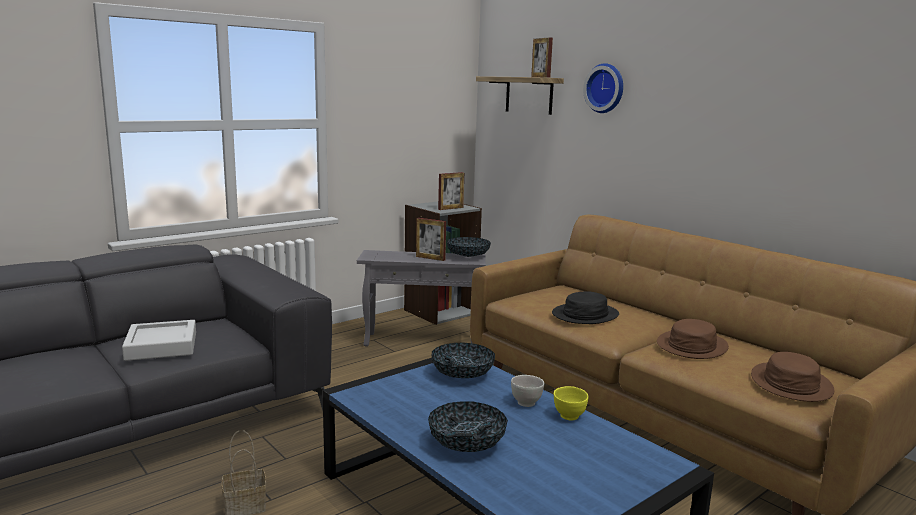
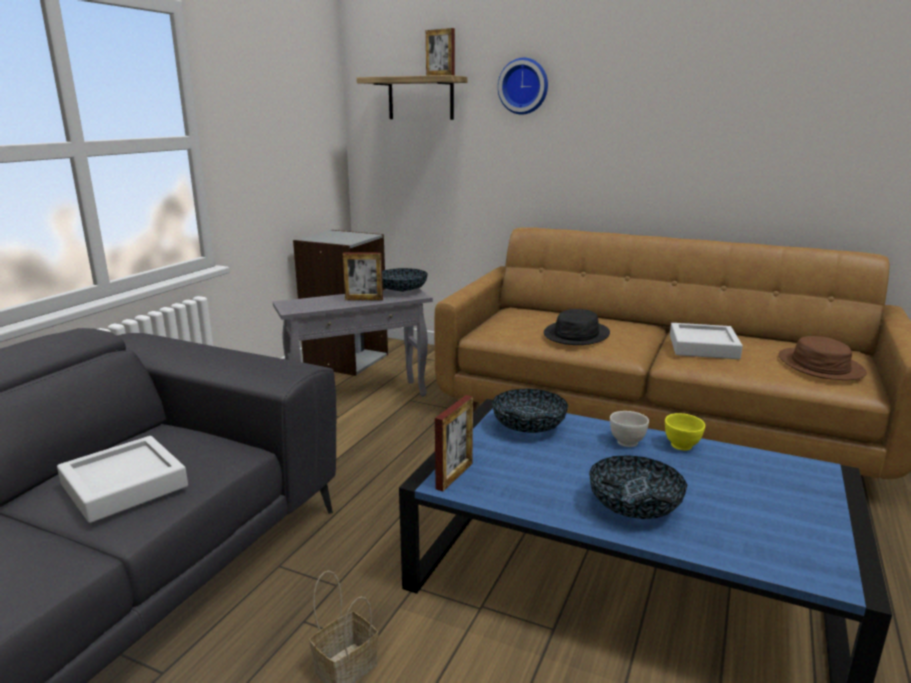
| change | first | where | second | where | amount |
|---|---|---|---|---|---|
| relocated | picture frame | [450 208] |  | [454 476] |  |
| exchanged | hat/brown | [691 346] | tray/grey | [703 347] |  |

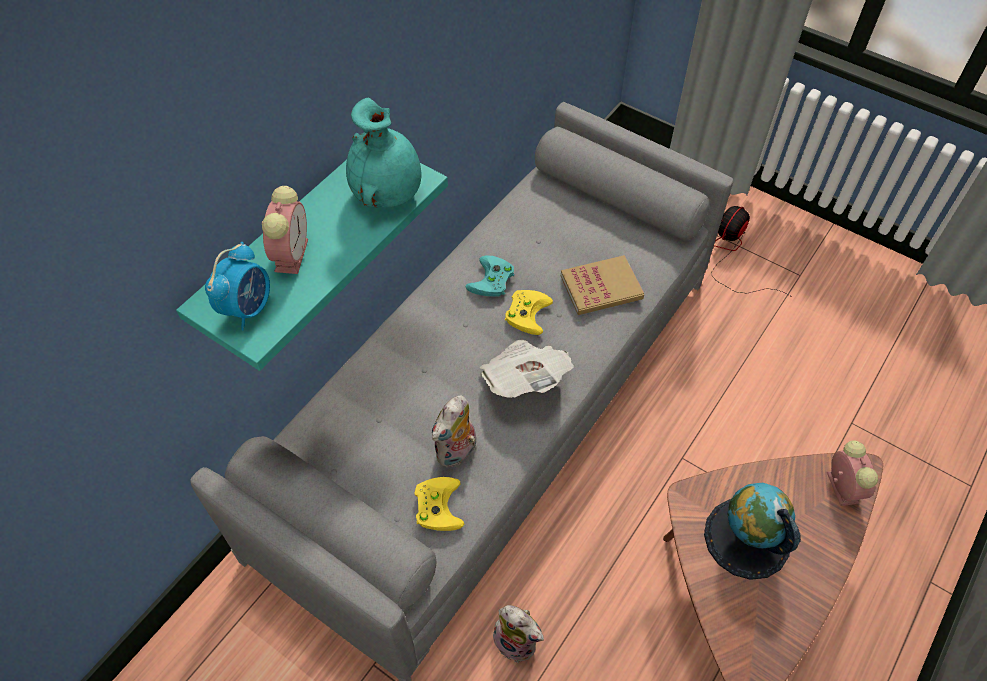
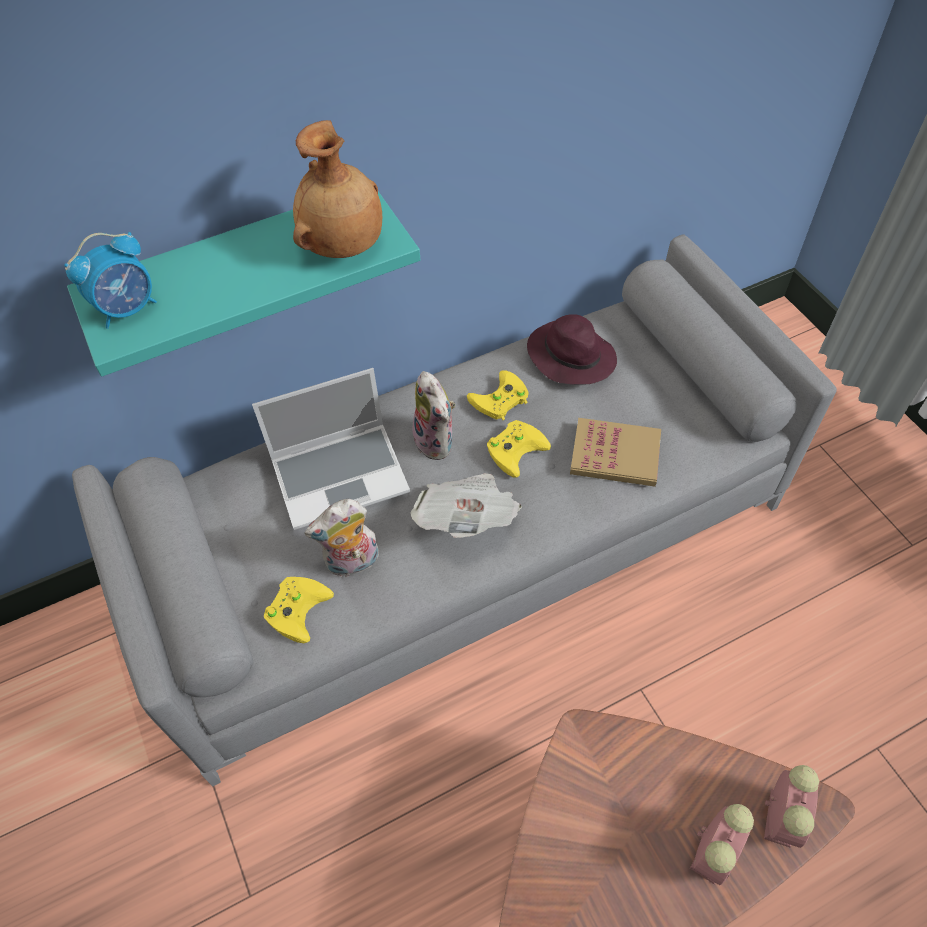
| change | first | where | second | where | amount |
|---|---|---|---|---|---|
| colour | vase/turquoise | [388 195] | vase/brown | [344 246] |  |
| relocated | alarm clock | [291 253] |  | [713 850] |  |
| missing | fan | [732 255] |  |  |  |
| colour | game controller/turquoise | [492 281] | game controller/yellow | [499 400] |  |
| missing | globe | [746 538] |  |  |  |
| relocated | plush toy | [517 641] |  | [437 442] |  |
| appeared |  |  | hat/purple | [570 356] |  |
| appeared |  |  | laptop | [341 475] |  |

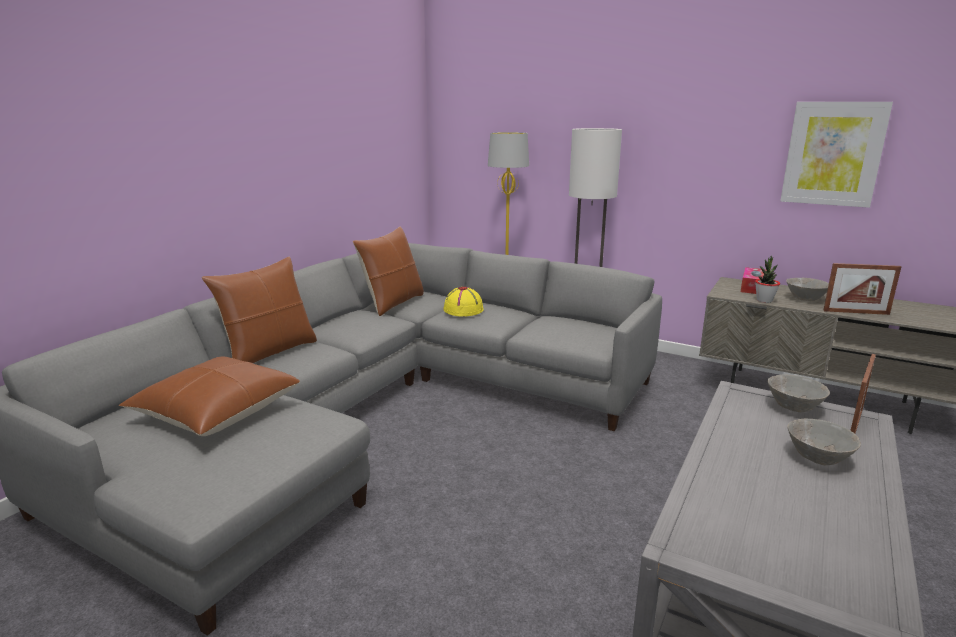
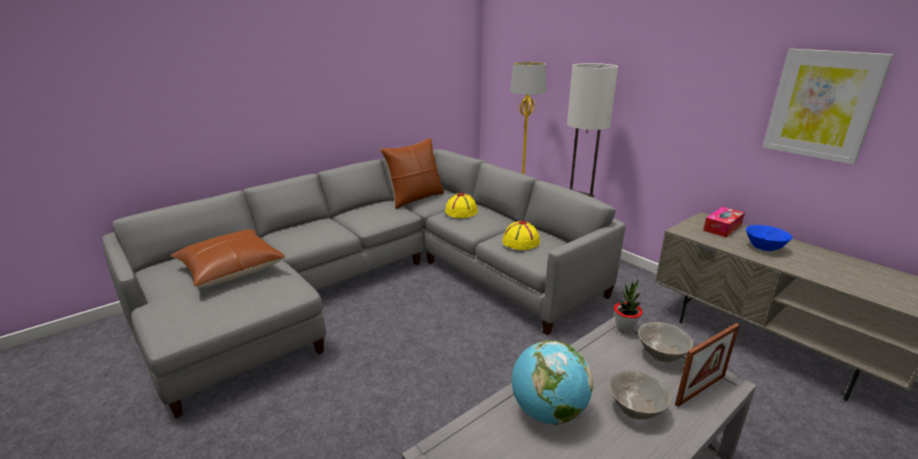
| change | first | where | second | where | amount |
|---|---|---|---|---|---|
| relocated | potted plant | [764 300] |  | [624 328] |  |
| missing | pillow/brown | [269 352] |  |  |  |
| missing | picture frame | [856 312] |  |  |  |
| colour | bowl/grey | [805 299] | bowl/blue | [763 248] |  |
| appeared |  |  | hat/yellow | [520 242] |  |
| appeared |  |  | globe | [548 412] |  |

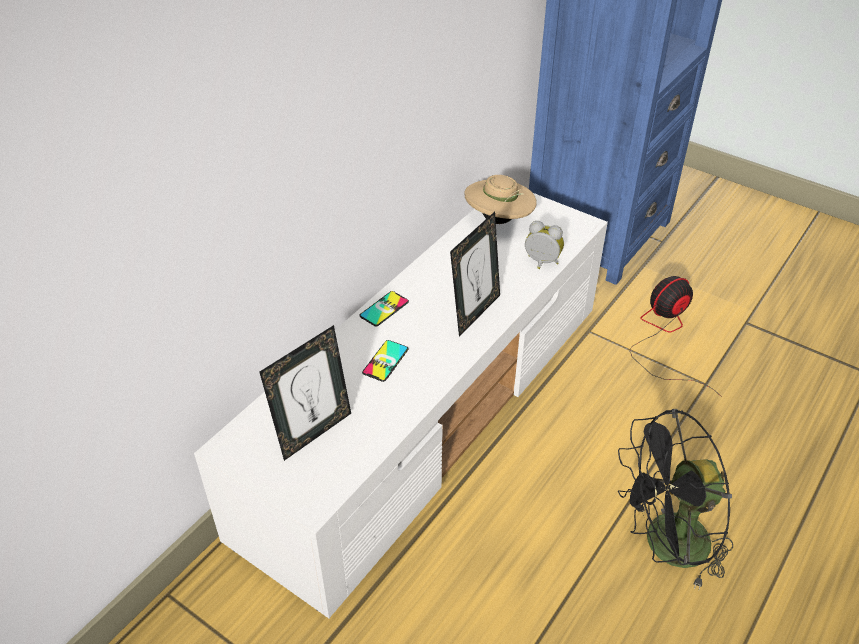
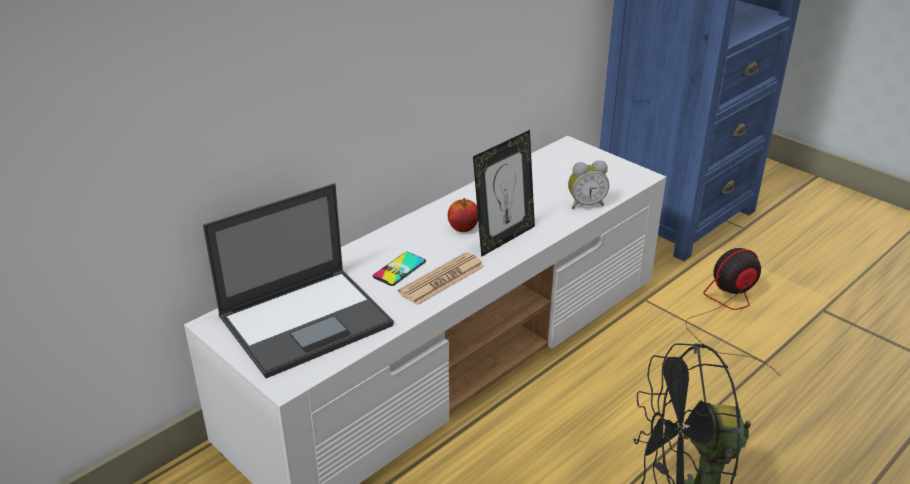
| change | first | where | second | where | amount |
|---|---|---|---|---|---|
| missing | hat/beige | [499 220] |  |  |  |
| spun | alarm clock | [541 263] |  | [585 204] | 135 degrees clockwise |
| missing | phone | [384 309] |  |  |  |
| exchanged | picture frame | [314 432] | laptop | [307 320] |  |
| appeared |  |  | apple | [463 228] |  |
| appeared |  |  | newspaper | [442 279] |  |

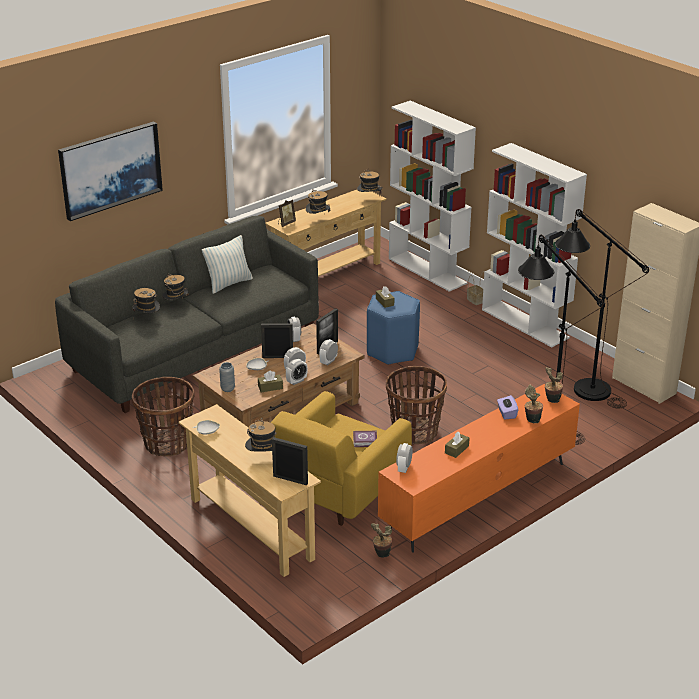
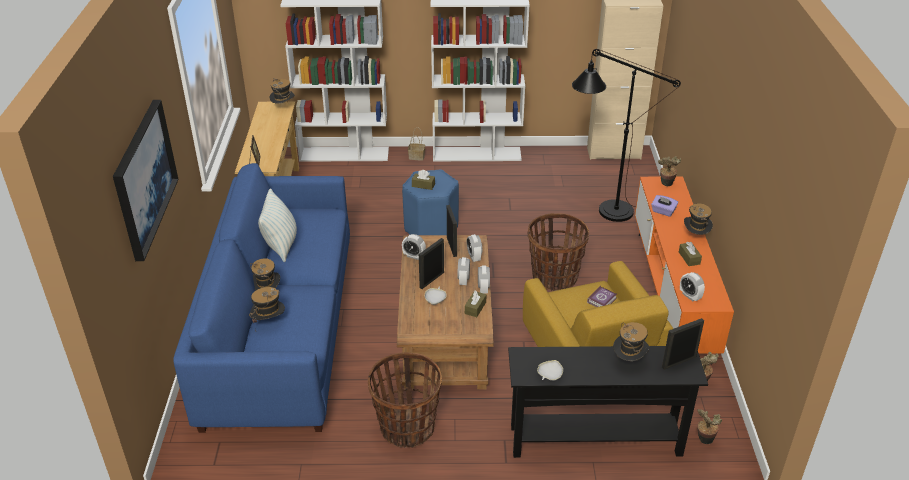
| change | first | where | second | where | amount |
|---|---|---|---|---|---|
| relocated | hat | [318 220] |  | [695 237] |  |
| missing | floor lamp/black | [583 386] |  |  |  |
| colour | sofa/grey | [195 350] | sofa/blue | [280 332] |  |
| missing | vase/grey | [227 389] |  |  |  |
| relocated | potted plant | [531 420] |  | [704 440] |  |
| colour | console table/beige | [250 529] | console table/black | [595 441] |  |

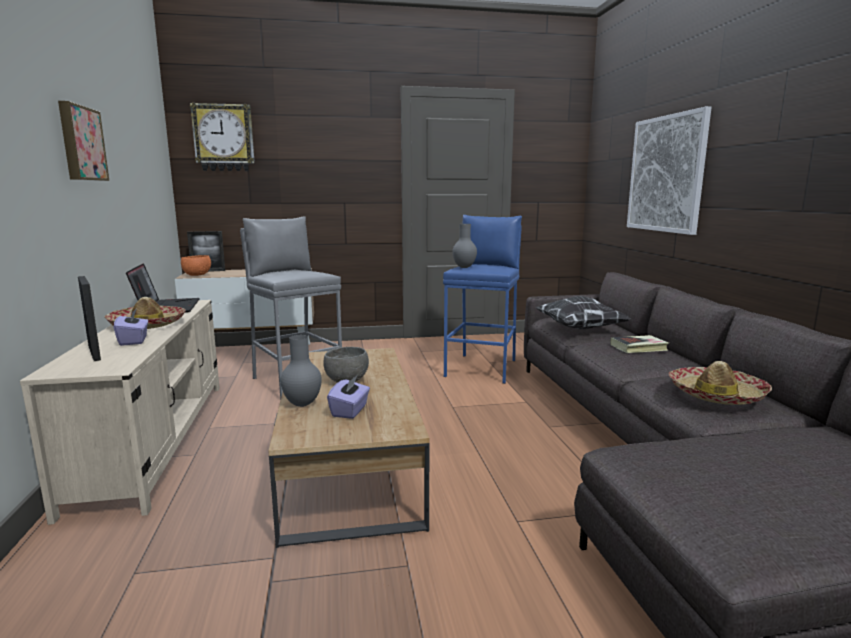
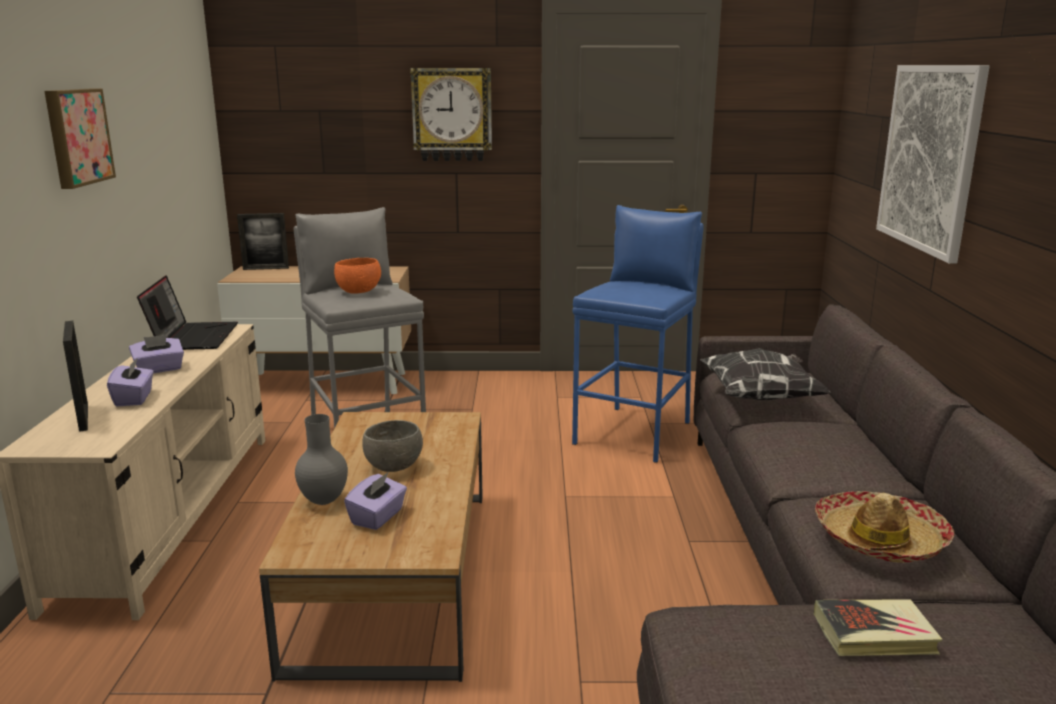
| change | first | where | second | where | amount |
|---|---|---|---|---|---|
| relocated | wall clock | [224 138] |  | [452 114] |  |
| missing | vase/grey | [465 267] |  |  |  |
| relocated | bowl/orange | [197 275] |  | [359 292] |  |
| exchanged | hat | [148 324] | tissue box/purple | [159 369] |  |
| relocated | book | [638 348] |  | [874 634] |  |

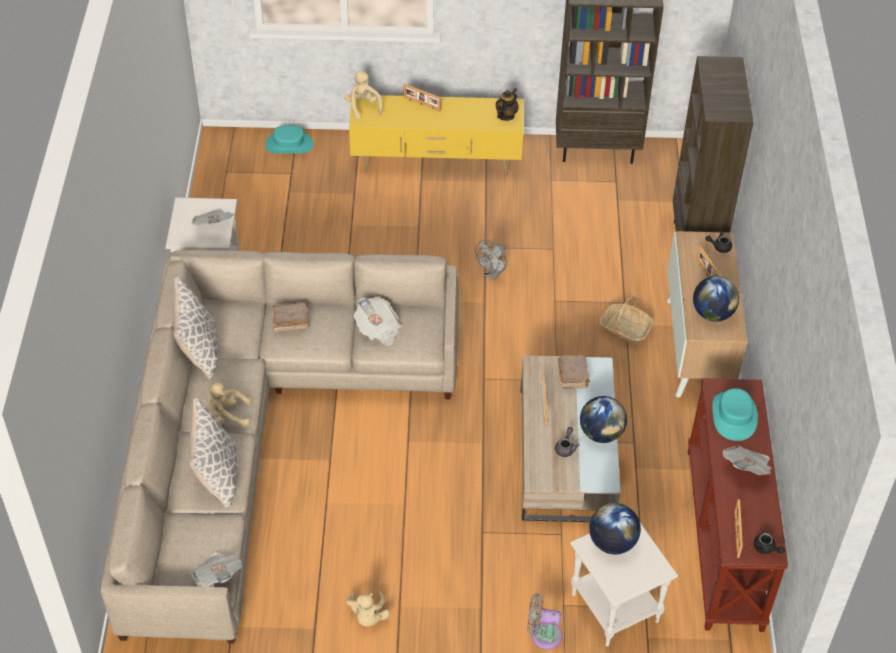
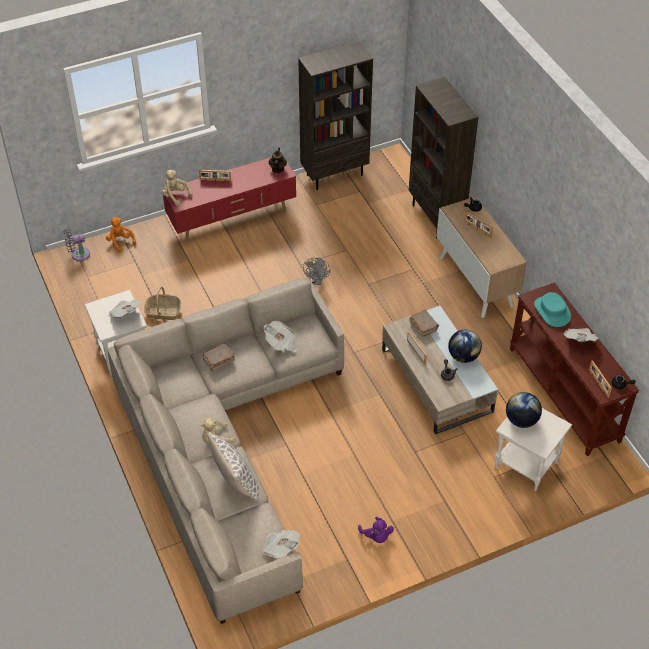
| change | first | where | second | where | amount |
|---|---|---|---|---|---|
| colour | tv stand/yellow | [437 163] | tv stand/red | [232 219] |  |
| exchanged | hat/turquoise | [289 144] | plush toy/orange | [120 242] |  |
| missing | globe | [712 313] |  |  |  |
| missing | pillow | [199 351] |  |  |  |
| relocated | basket | [625 329] |  | [163 312] |  |
| colour | plush toy/beige | [368 616] | plush toy/purple | [376 536] |  |
| relocated | fan/grey | [542 635] |  | [78 255] |  |

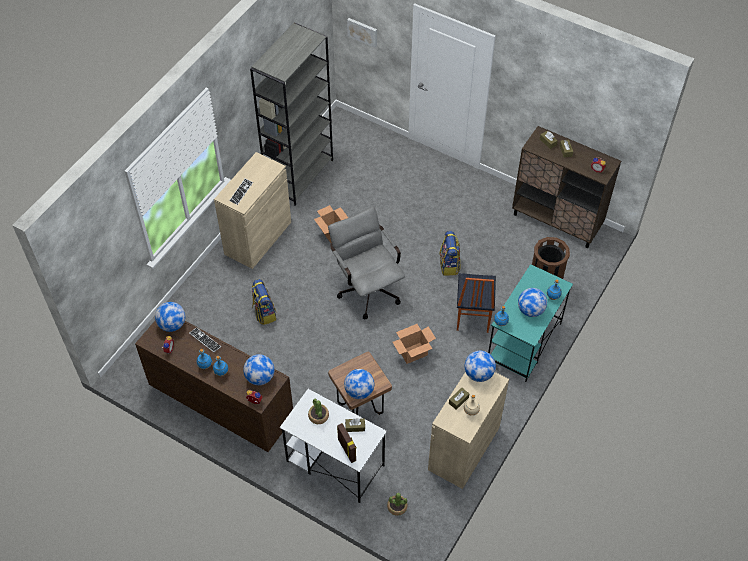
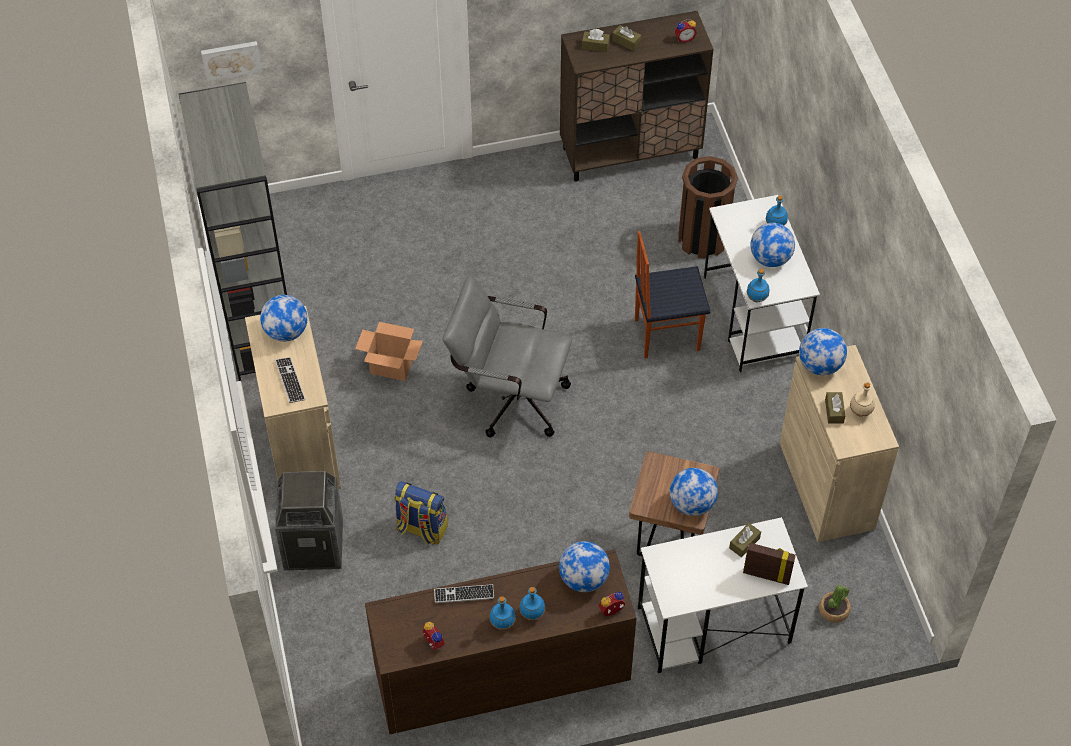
| change | first | where | second | where | amount |
|---|---|---|---|---|---|
| missing | backpack | [449 265] |  |  |  |
| colour | desk/turquoise | [524 343] | desk/white | [753 317] |  |
| spun | chair | [472 317] |  | [666 334] | 120 degrees clockwise |
| relocated | globe | [172 325] |  | [286 332] |  |
| missing | cardboard box | [413 353] |  |  |  |
| missing | potted plant | [318 416] |  |  |  |
| appeared |  |  | trash can | [314 545] |  |

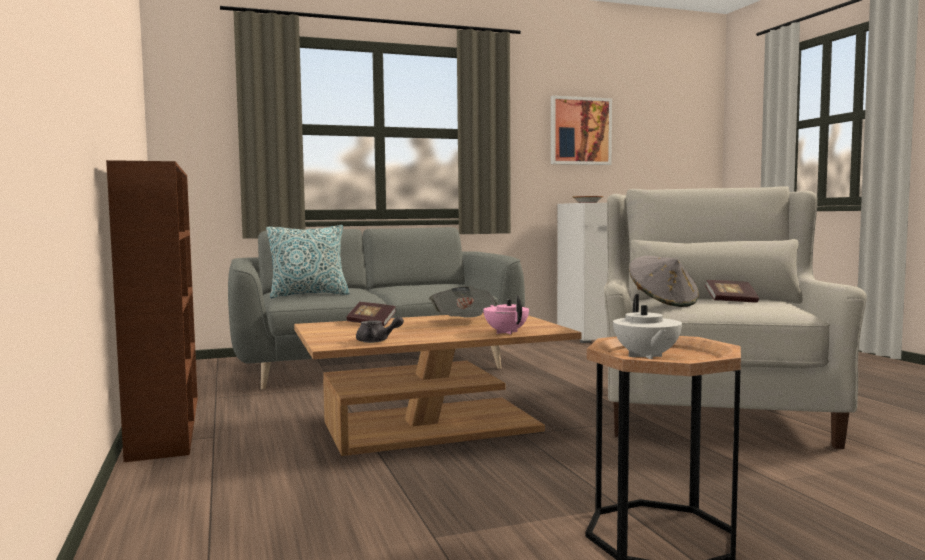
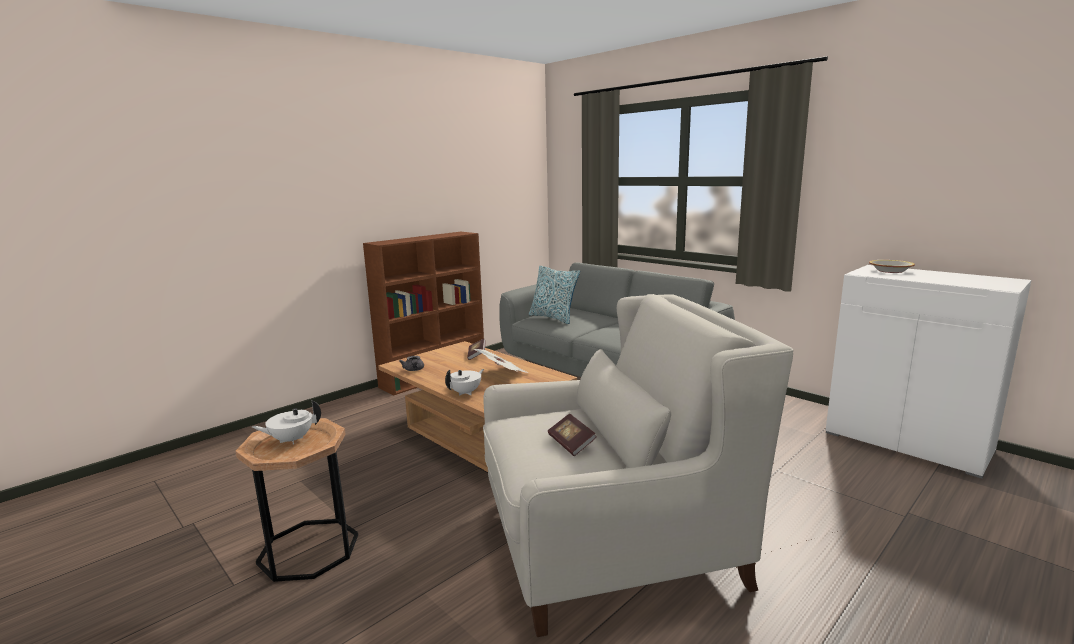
| change | first | where | second | where | amount |
|---|---|---|---|---|---|
| missing | picture | [580 131] |  |  |  |
| missing | hat/grey | [663 303] |  |  |  |
| colour | teapot/pink | [506 332] | teapot/white | [466 392] |  |

